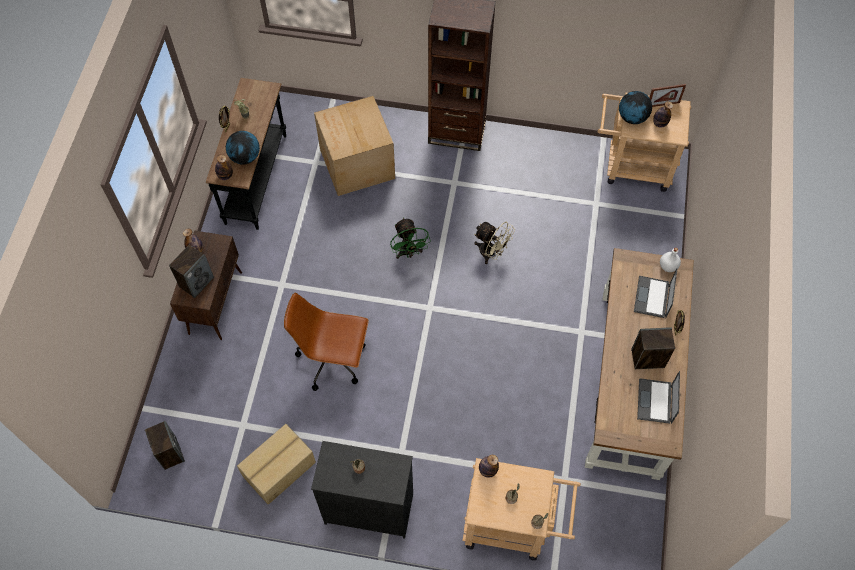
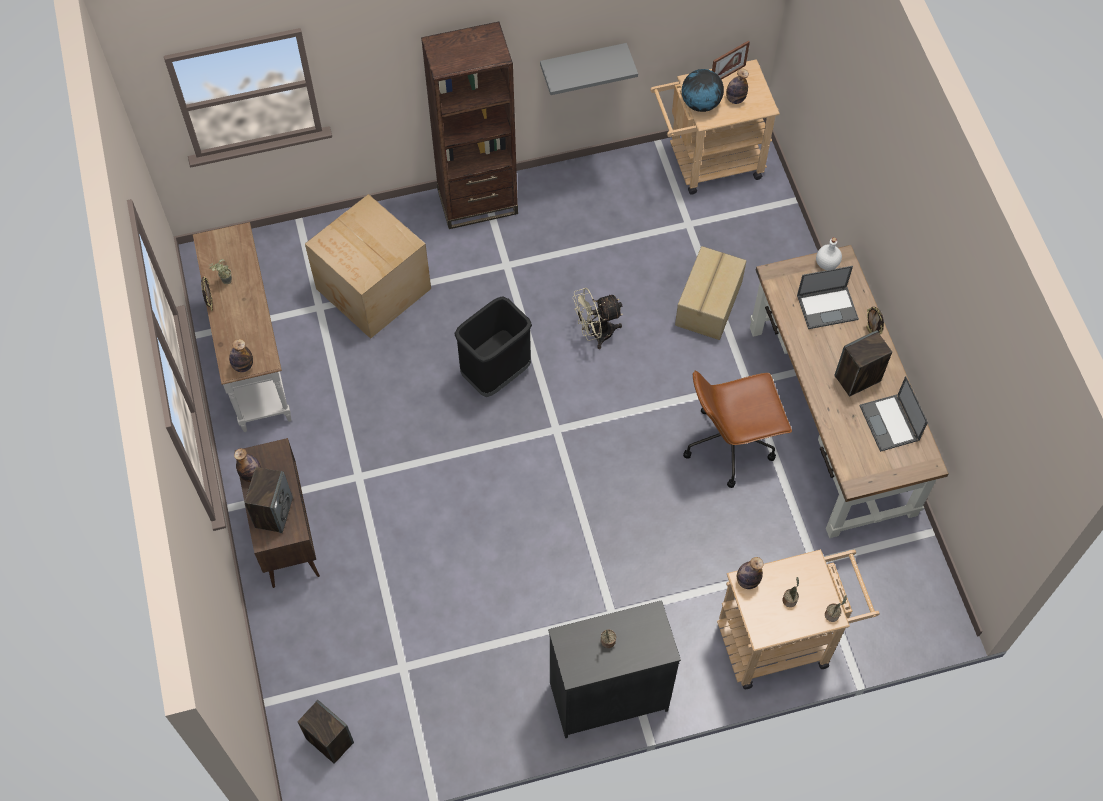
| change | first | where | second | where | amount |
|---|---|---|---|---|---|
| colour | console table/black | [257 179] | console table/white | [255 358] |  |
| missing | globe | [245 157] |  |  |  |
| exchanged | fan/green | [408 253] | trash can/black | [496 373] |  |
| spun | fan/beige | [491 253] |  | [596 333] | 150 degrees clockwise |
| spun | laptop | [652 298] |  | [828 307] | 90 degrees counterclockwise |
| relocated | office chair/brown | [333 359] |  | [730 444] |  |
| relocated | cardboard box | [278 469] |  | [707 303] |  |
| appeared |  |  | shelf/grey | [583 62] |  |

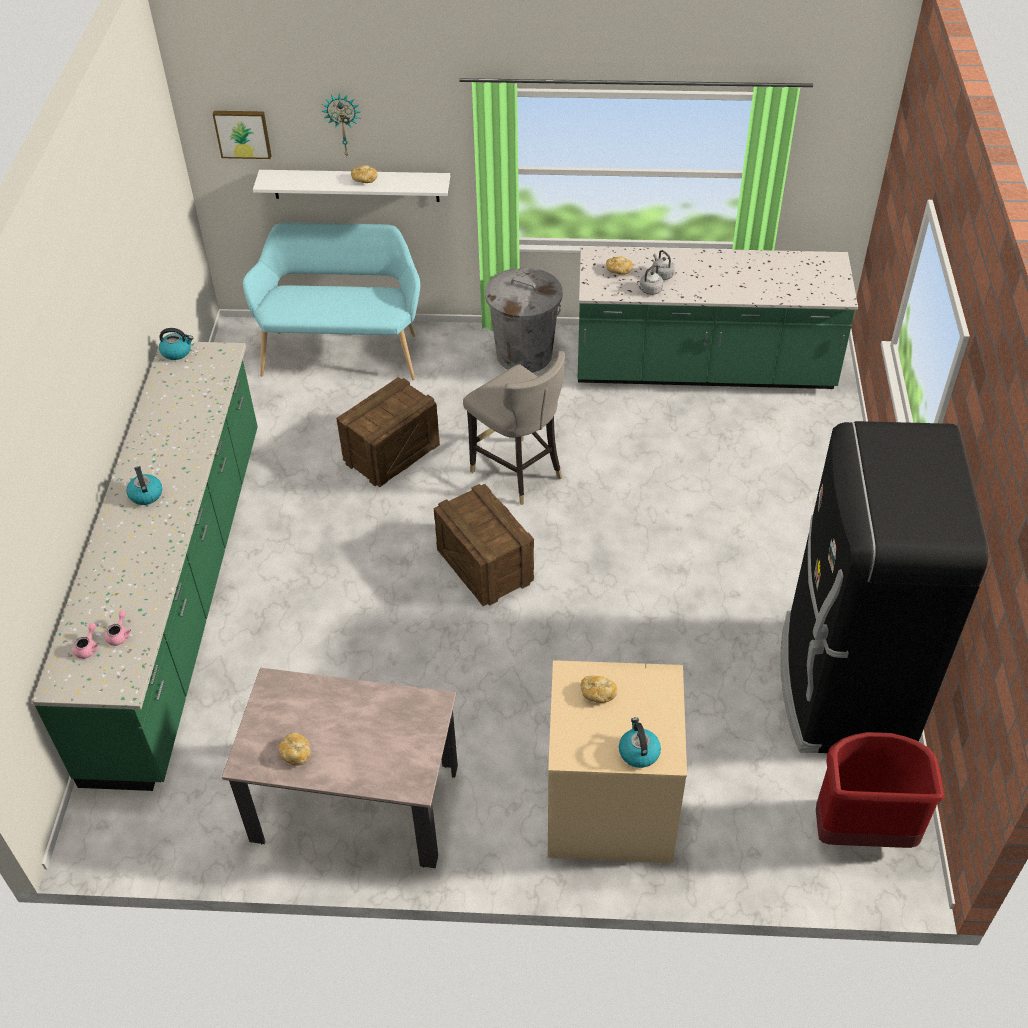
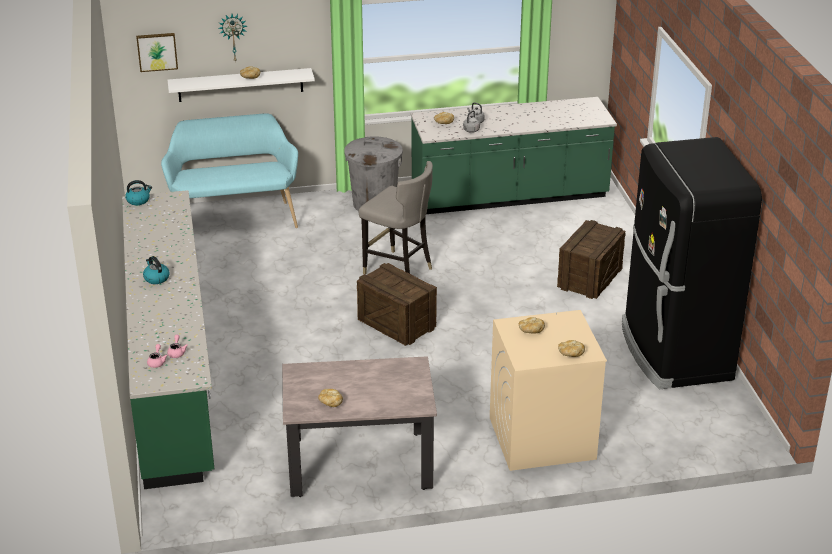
| change | first | where | second | where | amount |
|---|---|---|---|---|---|
| relocated | crate | [392 452] |  | [589 278] |  |
| exchanged | kettle | [638 752] | bread | [570 354] |  |
| missing | trash can/red | [860 830] |  |  |  |

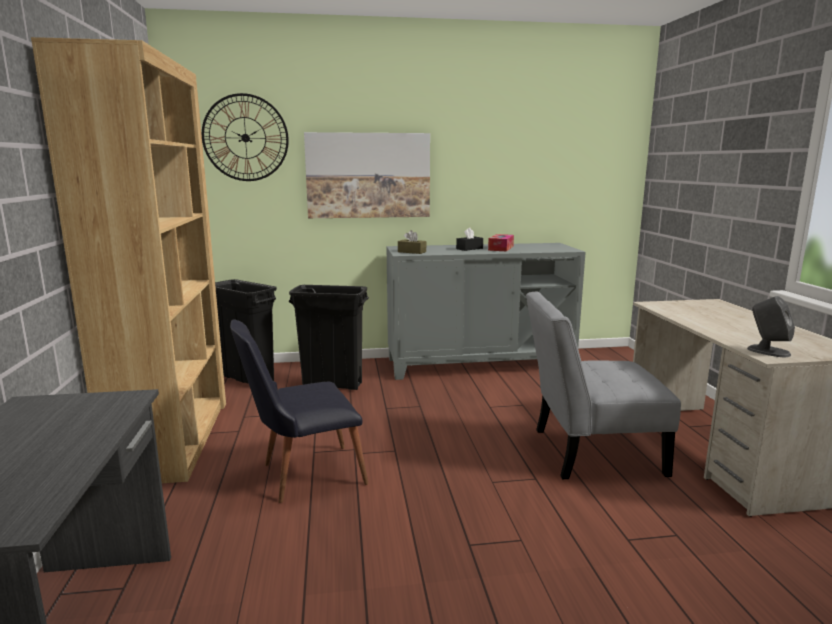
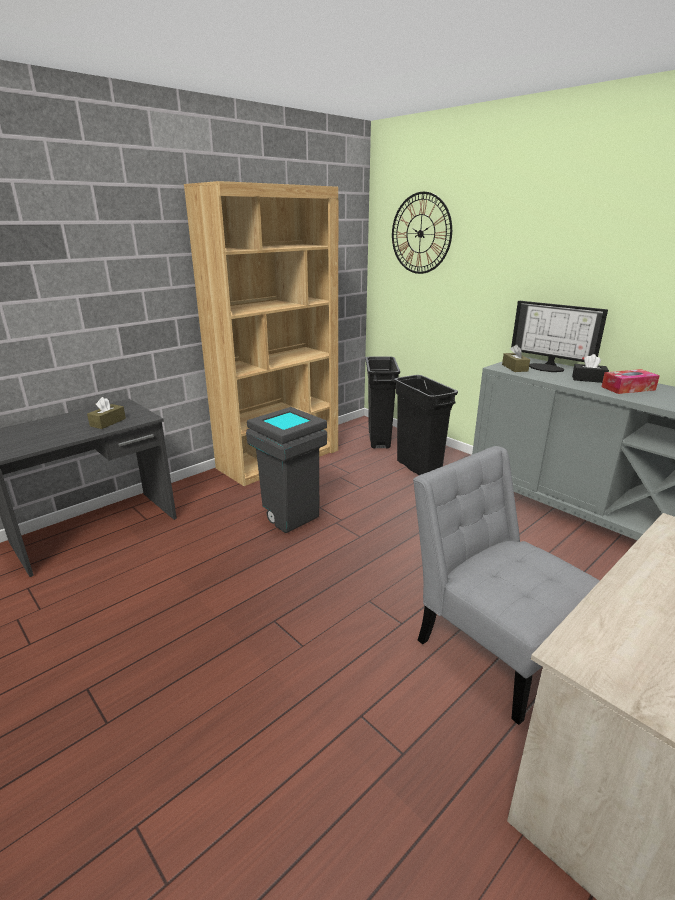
| change | first | where | second | where | amount |
|---|---|---|---|---|---|
| missing | picture | [368 175] |  |  |  |
| missing | speaker/grey | [768 351] |  |  |  |
| exchanged | chair/black | [302 475] | trash can/grey | [288 516] |  |
| appeared |  |  | monitor | [547 367] |  |
| appeared |  |  | tissue box/brown | [108 422] |  |

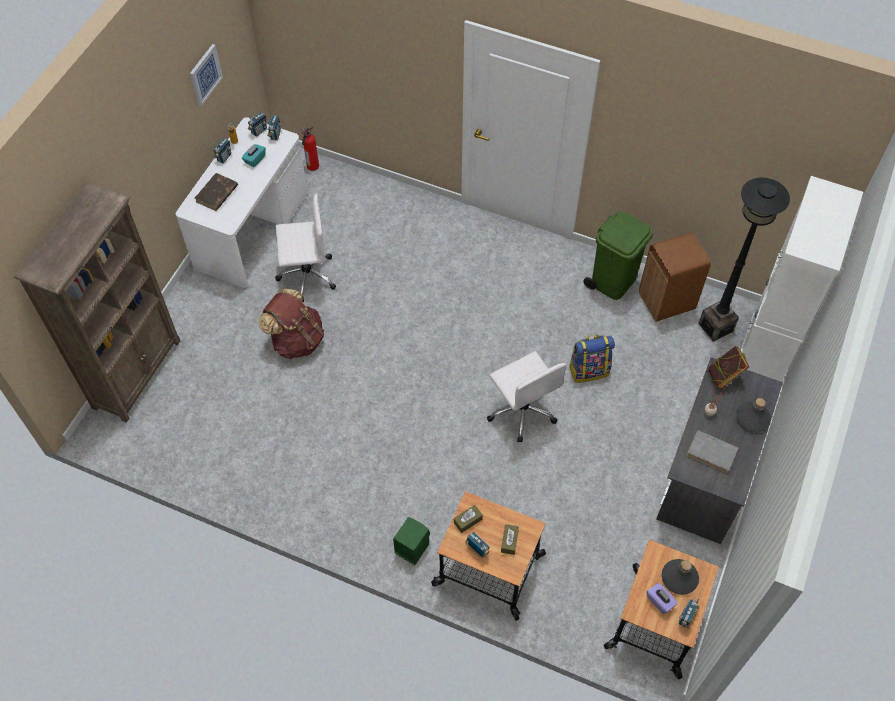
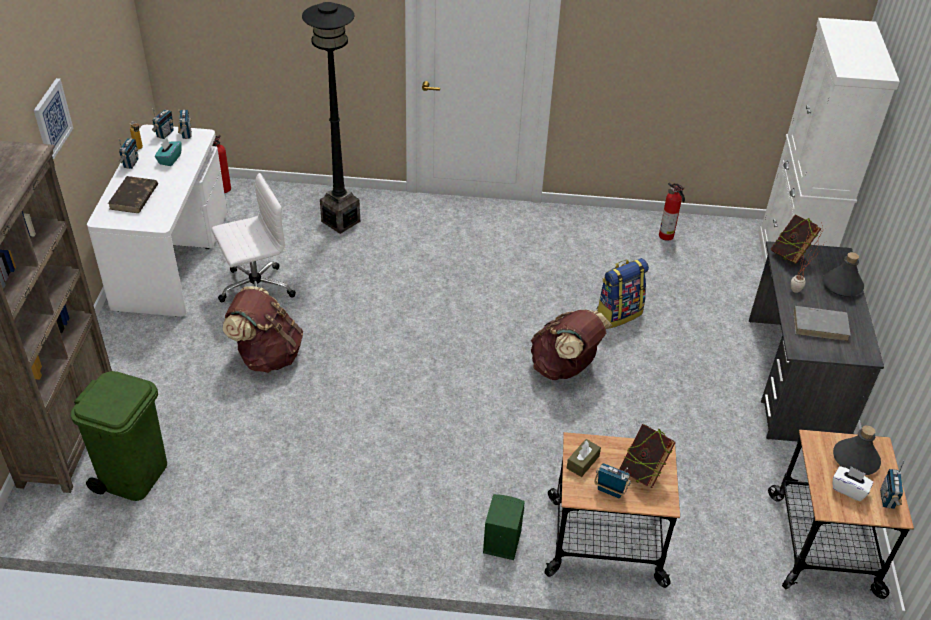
| change | first | where | second | where | amount |
|---|---|---|---|---|---|
| relocated | picture | [205 75] |  | [52 119] |  |
| relocated | floor lamp/black | [716 327] |  | [341 221] |  |
| relocated | trash can/green | [613 281] |  | [134 475] |  |
| exchanged | trash can/brown | [667 301] | fire extinguisher | [667 236] |  |
| exchanged | office chair/white | [522 410] | backpack/brown | [565 367] |  |
| exchanged | tissue box/brown | [509 541] | book | [643 471] |  |
| colour | tissue box/purple | [660 601] | tissue box/white | [849 489] |  |

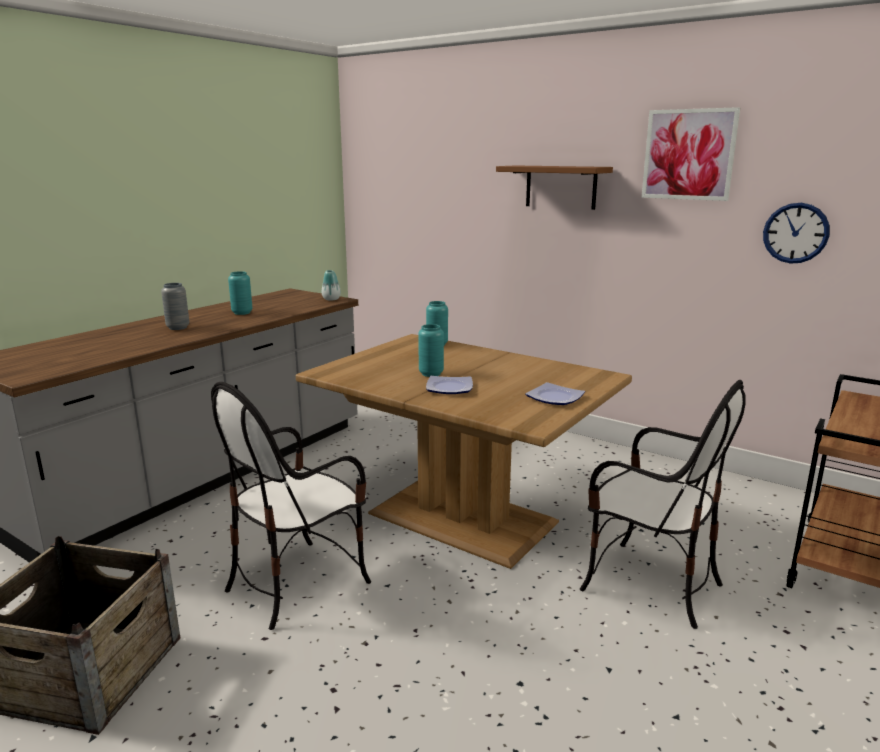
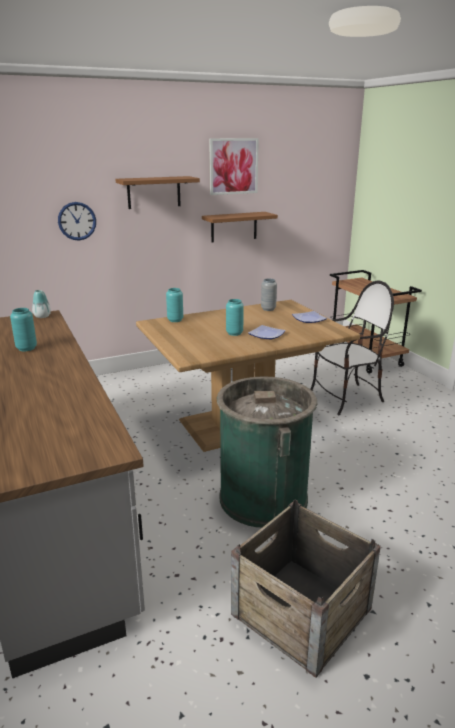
| change | first | where | second | where | amount |
|---|---|---|---|---|---|
| relocated | wall clock | [795 233] |  | [77 221] |  |
| relocated | vase/grey | [178 328] |  | [268 309] |  |
| exchanged | chair | [297 583] | trash can/green | [263 498] |  |
| appeared |  |  | shelf/brown | [234 227] |  |

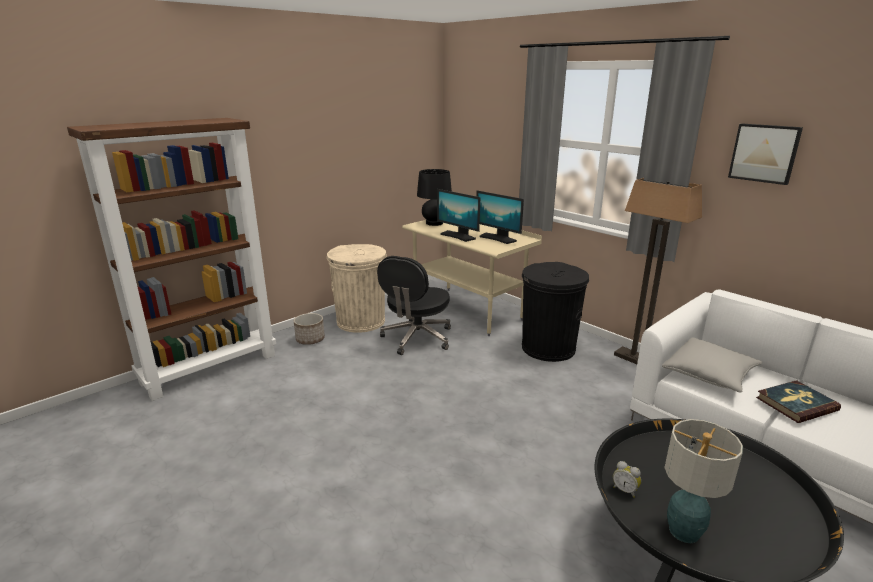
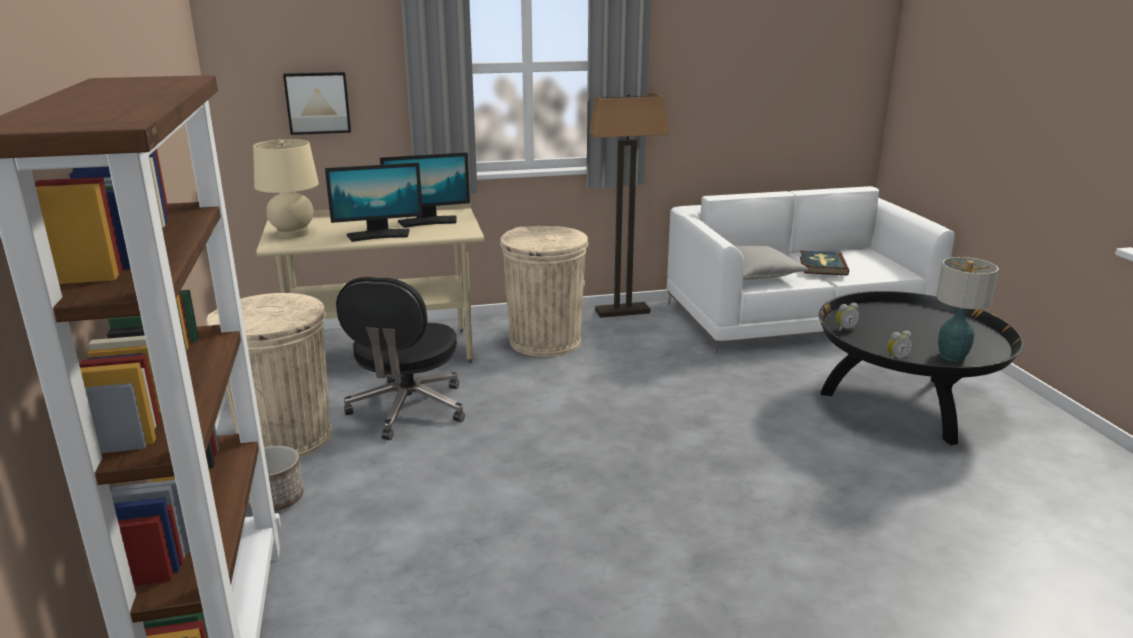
| change | first | where | second | where | amount |
|---|---|---|---|---|---|
| relocated | picture | [764 153] |  | [318 103] |  |
| colour | table lamp/black | [434 223] | table lamp/beige | [293 233] |  |
| spun | office chair/black | [416 338] |  | [407 410] | 45 degrees clockwise |
| colour | trash can/black | [548 348] | trash can/beige | [545 341] |  |
| appeared |  |  | alarm clock | [844 329] |  |

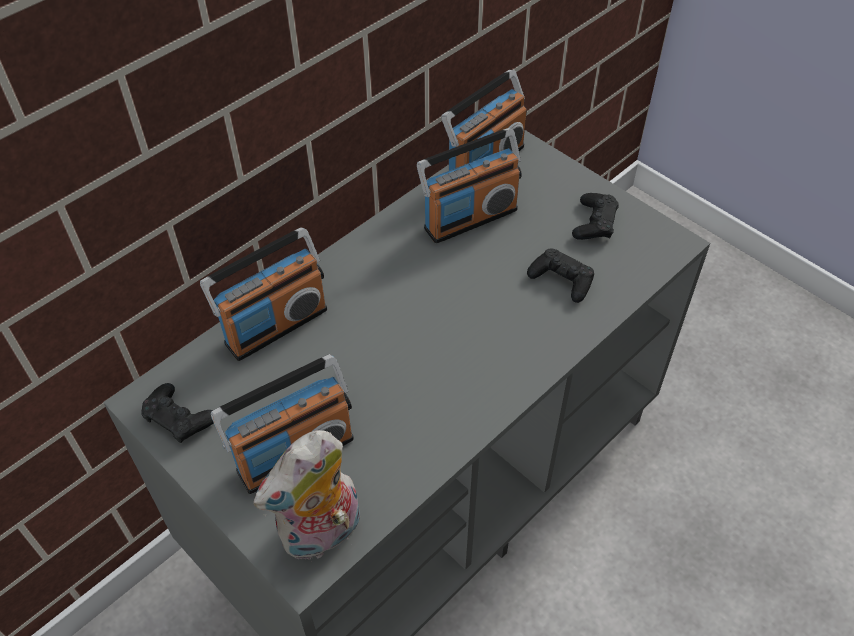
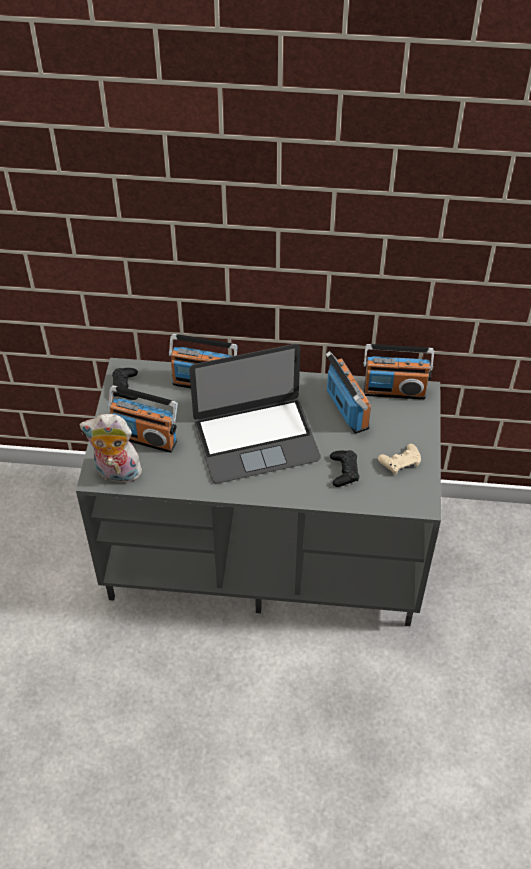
| change | first | where | second | where | amount |
|---|---|---|---|---|---|
| spun | radio | [470 218] |  | [347 409] | 135 degrees counterclockwise |
| colour | game controller/black | [594 223] | game controller/beige | [400 462] |  |
| appeared |  |  | laptop | [256 439] |  |

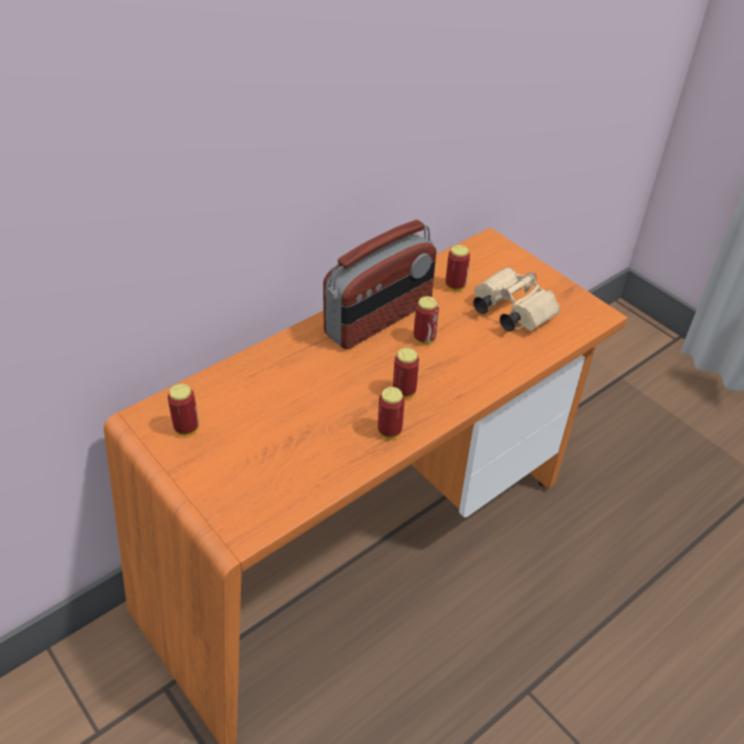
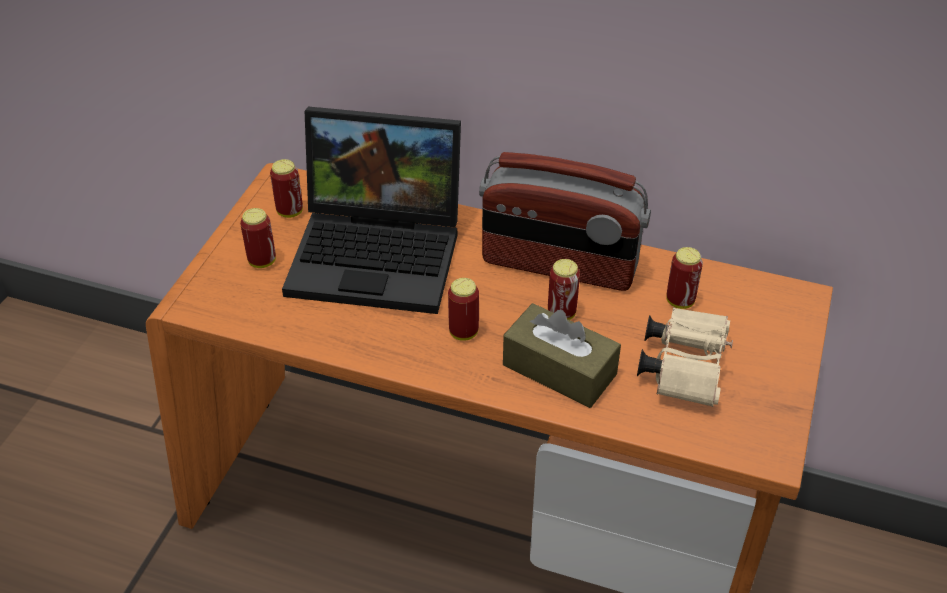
| change | first | where | second | where | amount |
|---|---|---|---|---|---|
| relocated | can | [389 431] |  | [262 261] |  |
| appeared |  |  | laptop | [381 253] |  |
| appeared |  |  | tissue box/brown | [559 369] |  |

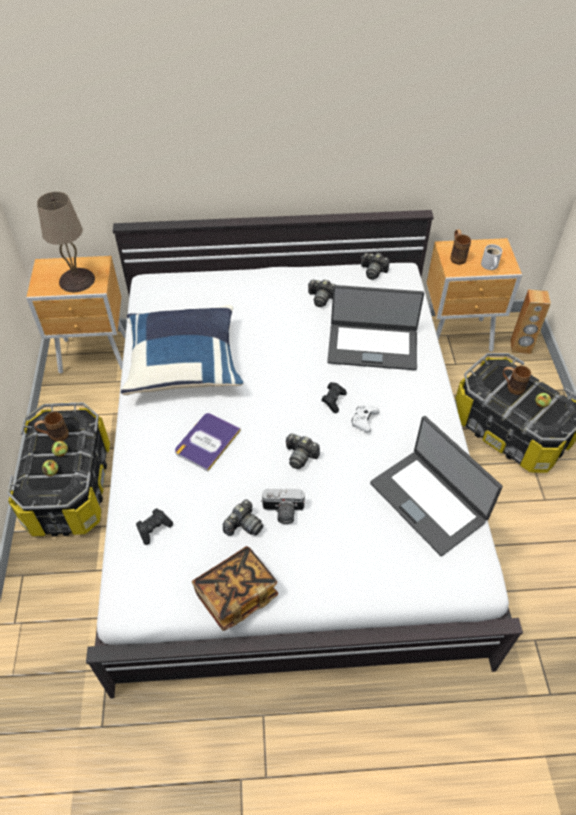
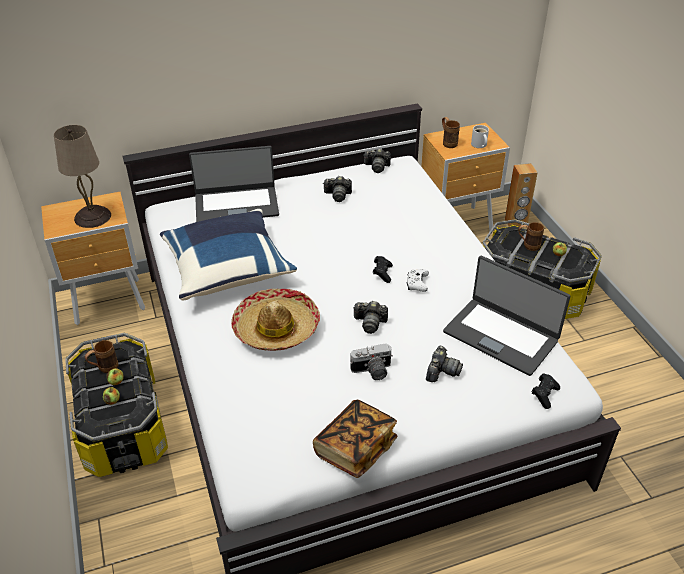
| change | first | where | second | where | amount |
|---|---|---|---|---|---|
| relocated | laptop | [372 346] |  | [236 204] |  |
| exchanged | book | [207 441] | hat | [276 328] |  |
| relocated | photo camera | [243 525] |  | [441 371] |  |
| relocated | game controller/black | [154 529] |  | [544 395] |  |

